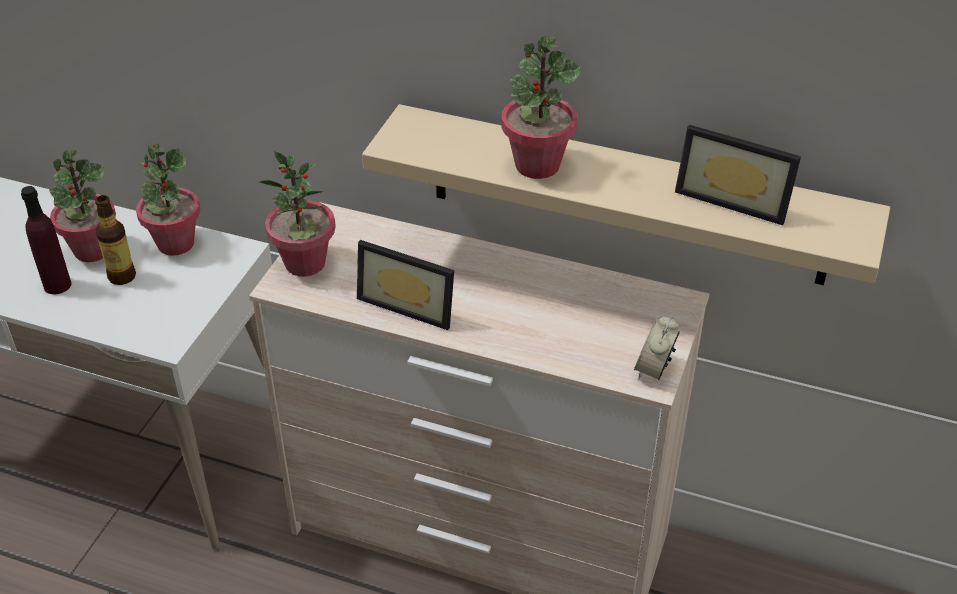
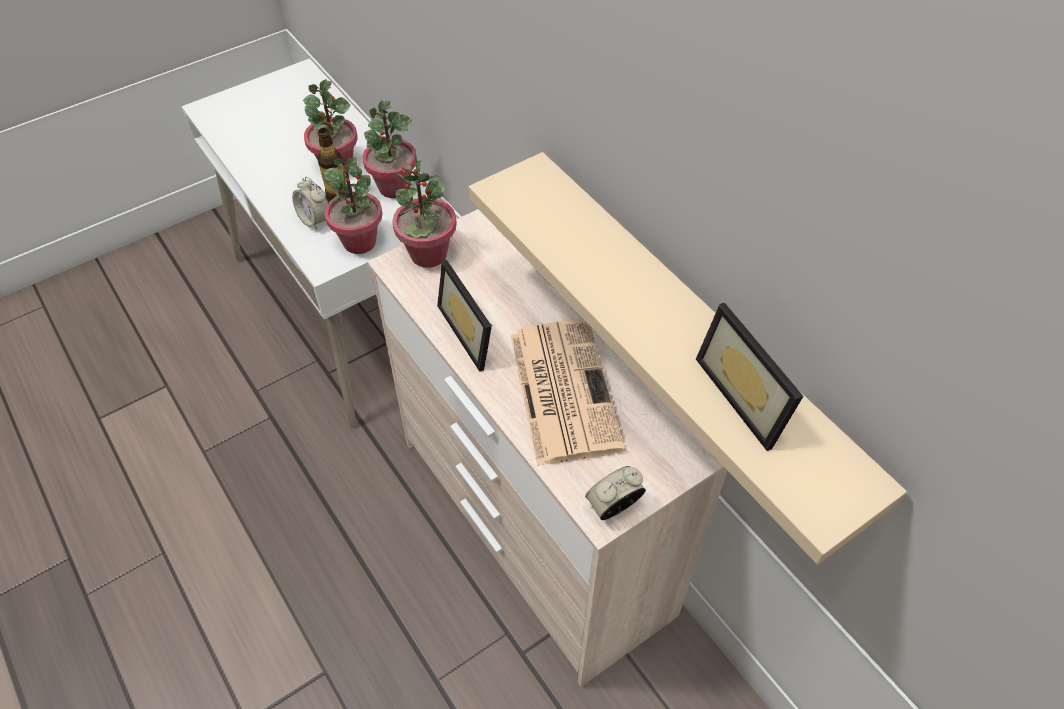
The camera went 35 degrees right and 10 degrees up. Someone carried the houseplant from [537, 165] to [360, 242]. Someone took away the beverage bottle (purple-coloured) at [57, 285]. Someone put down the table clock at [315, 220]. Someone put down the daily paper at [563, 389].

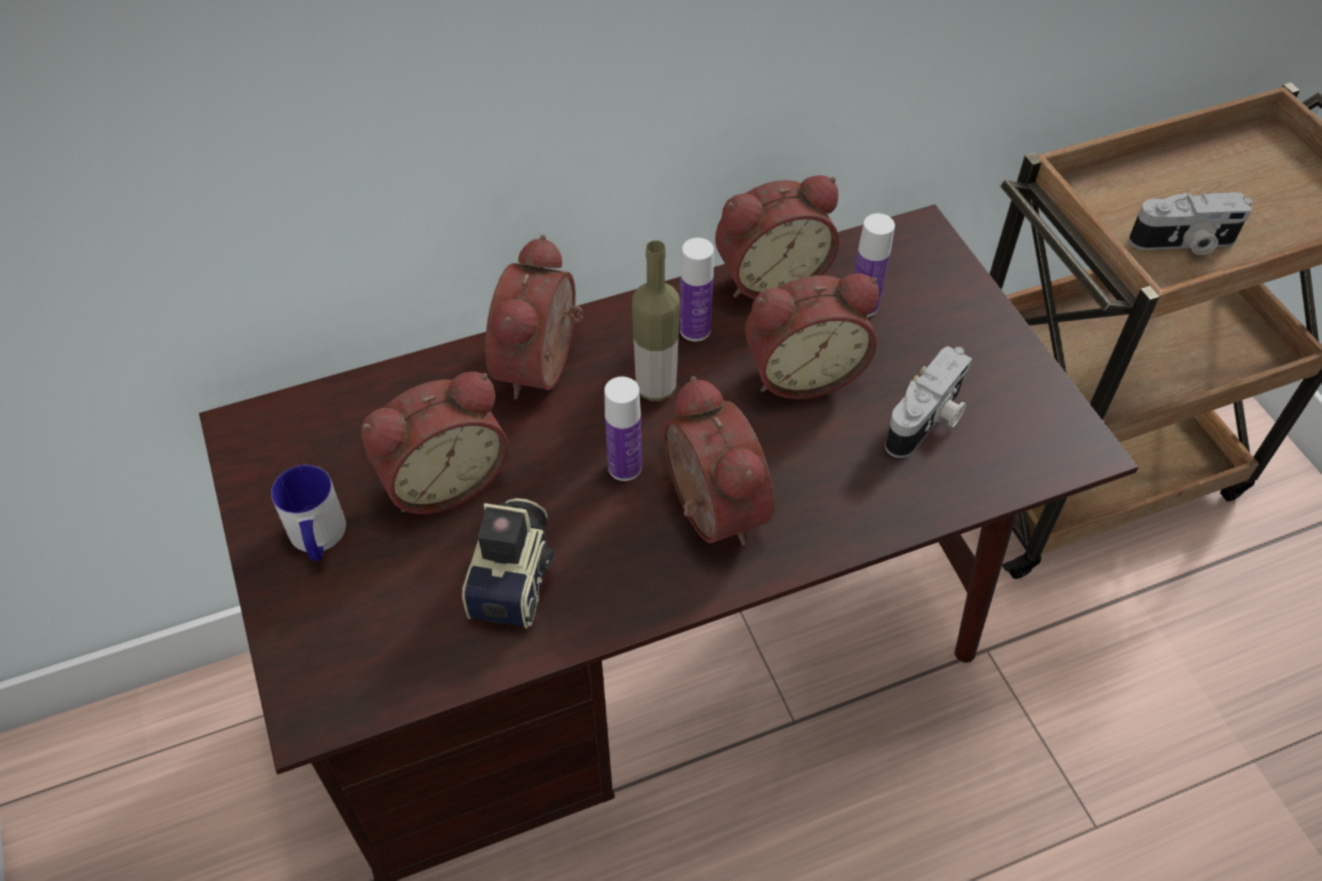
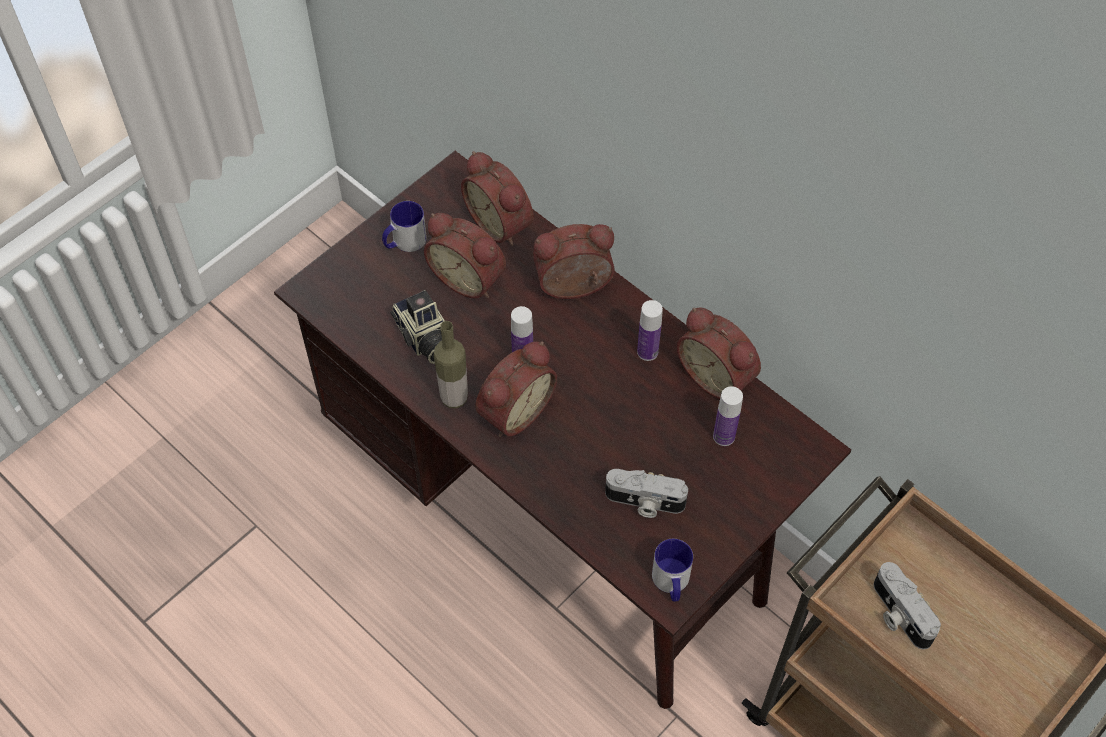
The camera went 65 degrees right and 5 degrees up. Someone carried the beverage bottle from [656, 388] to [454, 398]. Someone carried the table clock from [802, 371] to [502, 222]. Someone rotated the still camera at [516, 578] by 75 degrees clockwise. Someone put down the mug at [671, 583].

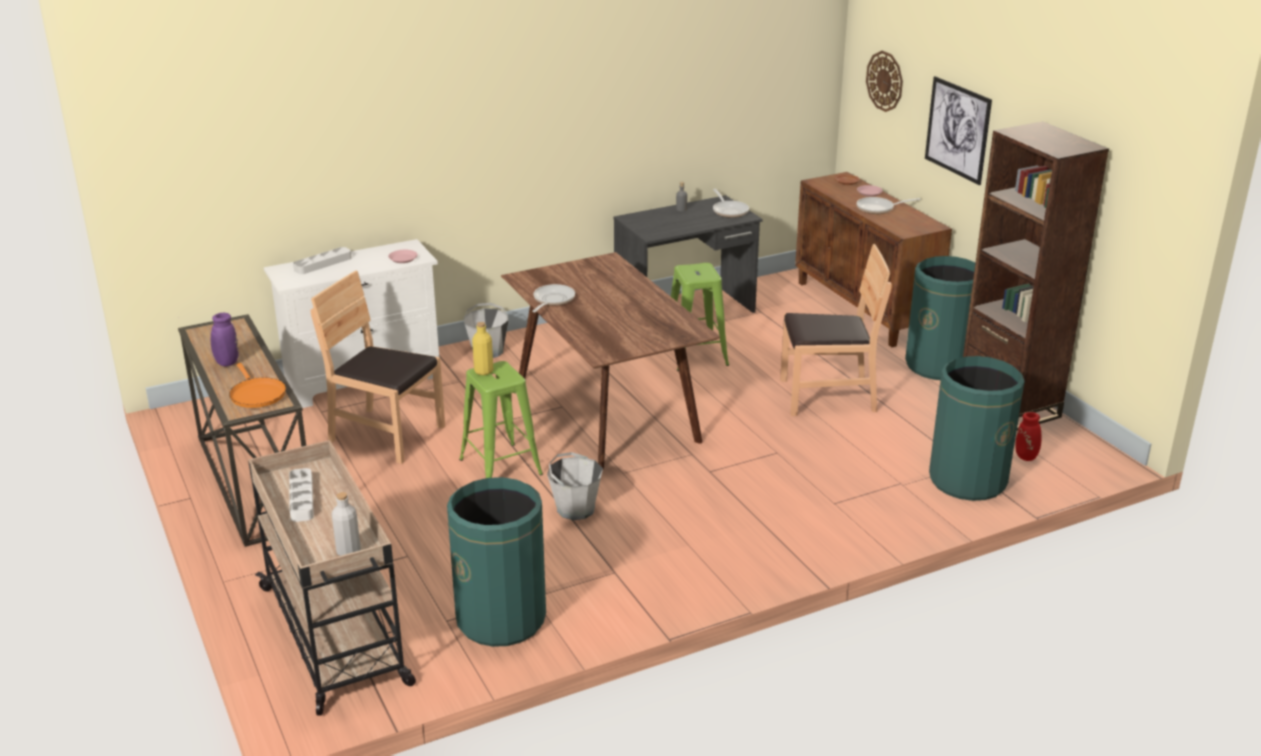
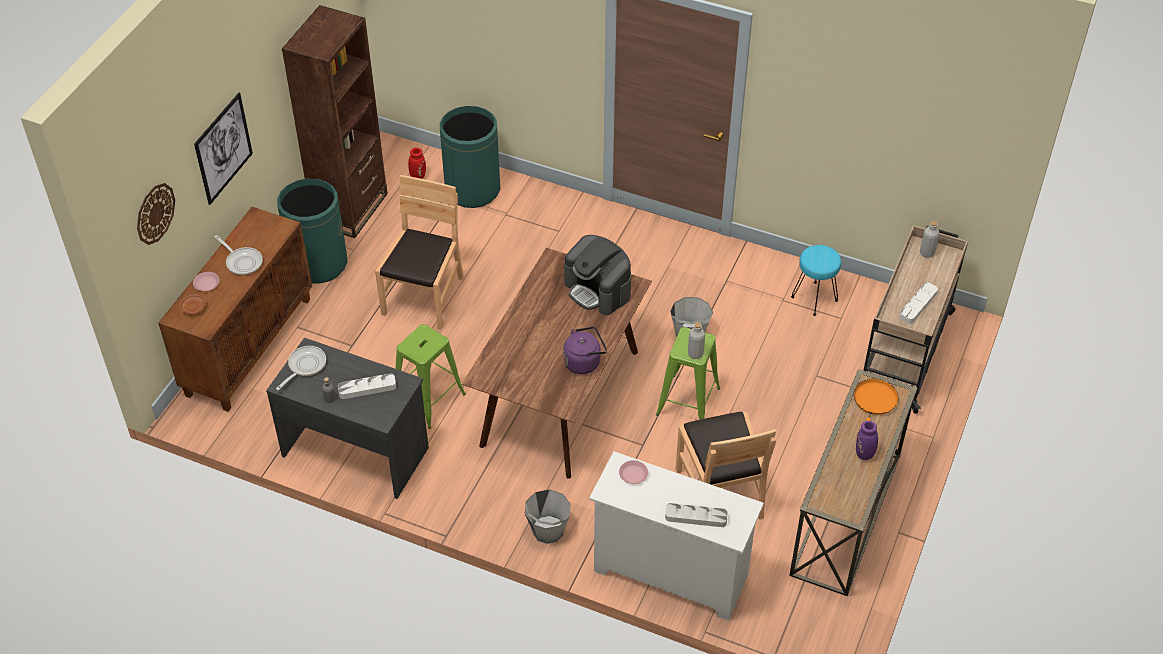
The camera went 130 degrees left and 20 degrees up. Someone rotated the plain chair (brown) at [827, 396] by 60 degrees clockwise. Someone swapped the pan at [552, 300] for the water kettle (purple-coloured) at [584, 362]. Someone repainted the beverage bottle (yellow) at [483, 371], which became the beverage bottle (greyish) at [695, 354]. Someone swapped the trash can (green) at [501, 619] for the sitting stool (blue-green) at [814, 298]. Someone put down the coffee maker at [598, 290]. Someone put down the carrying tray (white-coloured) at [367, 388].

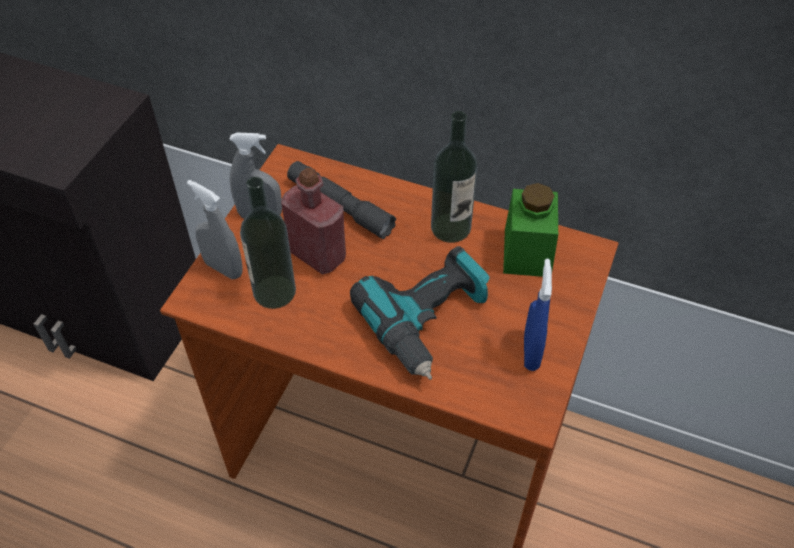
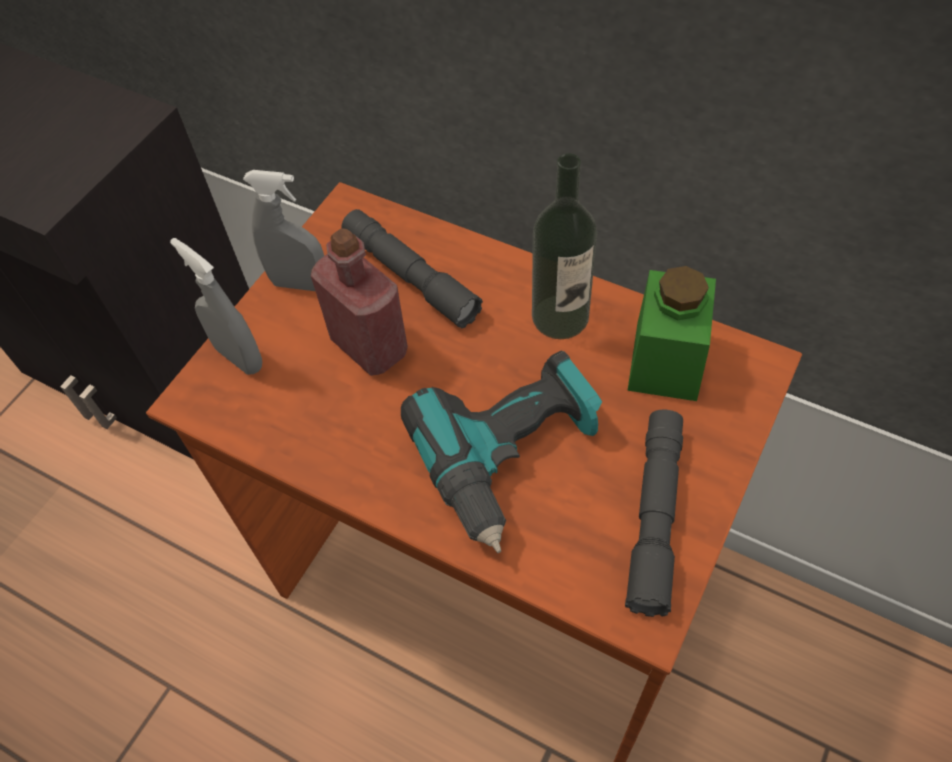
The camera went 10 degrees right and 5 degrees up. Someone took away the beverage bottle at [274, 292]. Someone swapped the hand sprayer (bluish) at [531, 352] for the hand torch (greyish) at [655, 516].

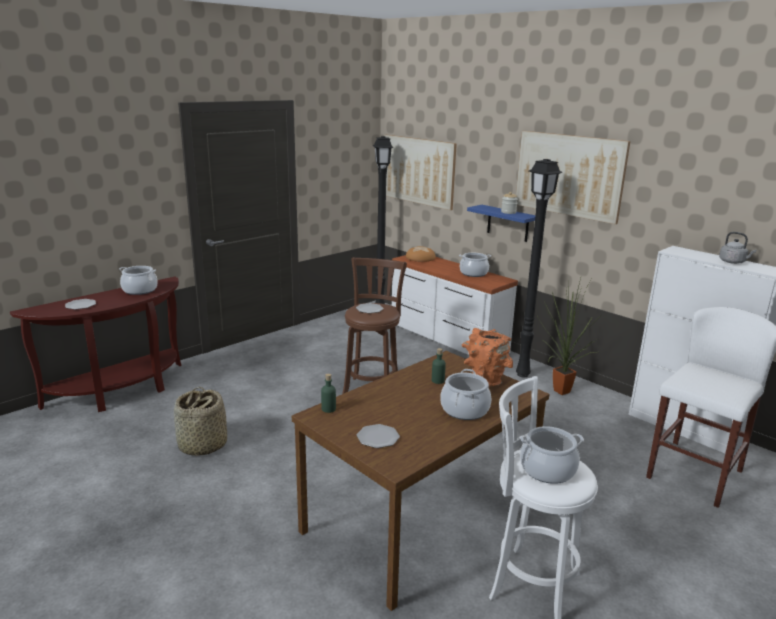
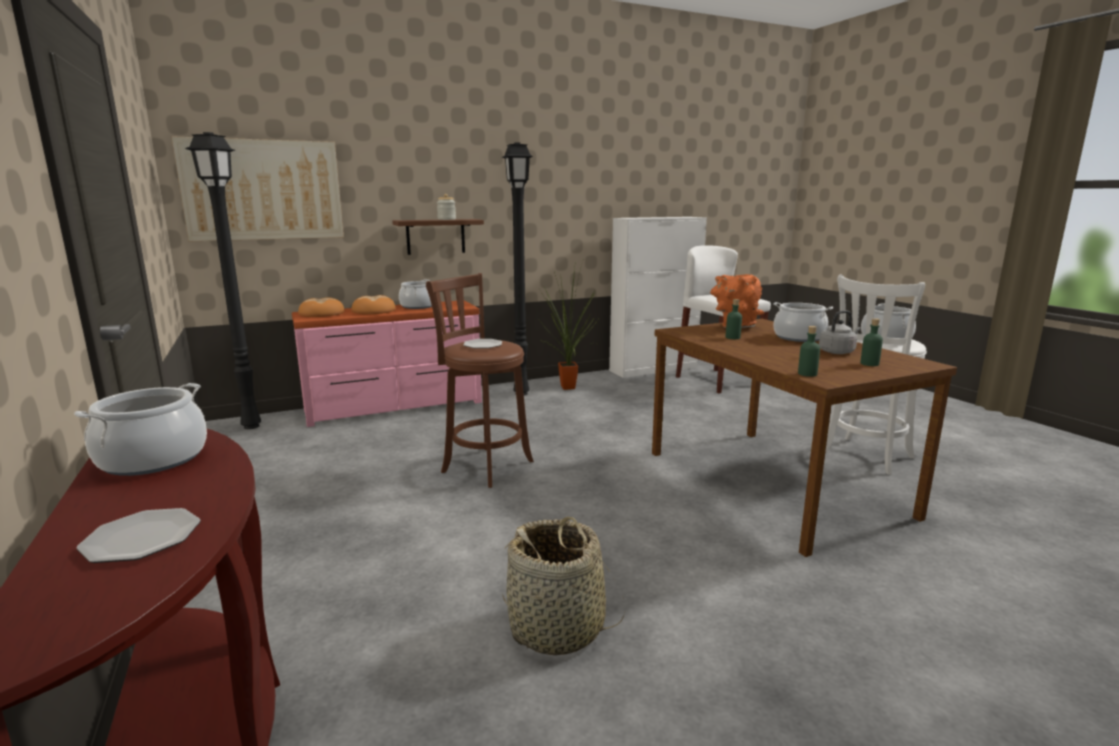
The camera went 70 degrees left and 5 degrees down. Someone took away the wall art at [569, 175]. Someone repainted the shelf (bluish) at [508, 223], which became the shelf (brown) at [435, 236]. Someone carried the water kettle (greyish) from [733, 262] to [838, 352]. Someone repainted the drawer chest (white-coloured) at [446, 338], which became the drawer chest (pink-coloured) at [395, 406]. Someone swapped the dinner plate at [377, 437] for the beverage bottle (green) at [869, 364]. Someone put down the bread at [373, 311].

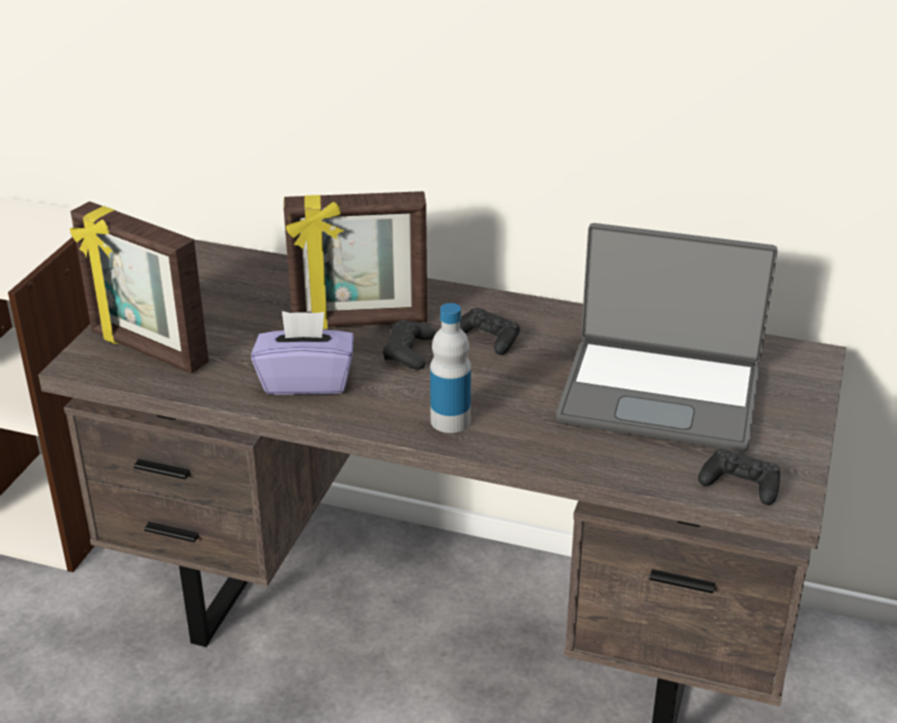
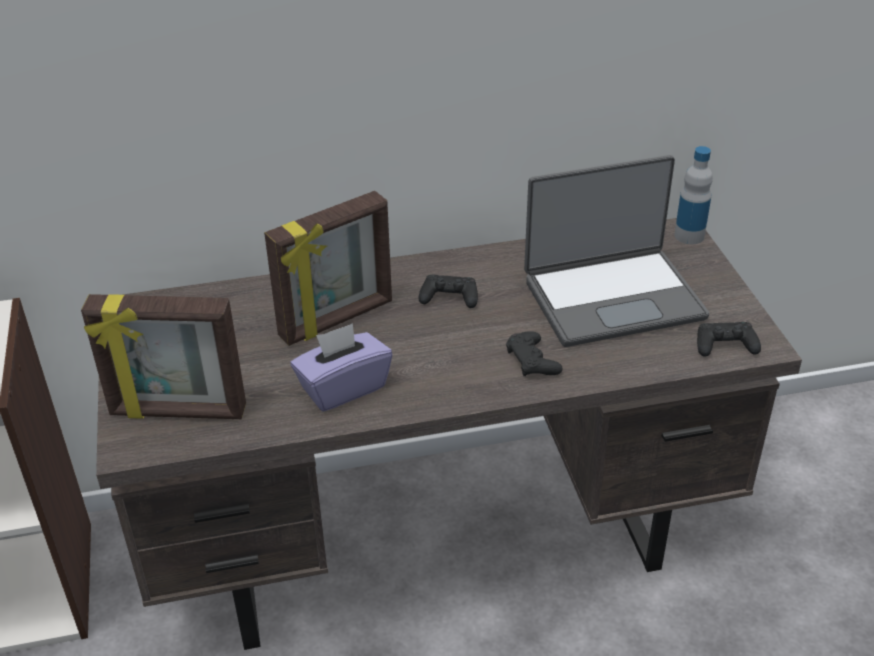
The camera went 30 degrees left and 5 degrees up. Someone carried the beverage bottle from [450, 420] to [689, 236]. Someone carried the gamepad (black-coloured) from [409, 352] to [532, 361].

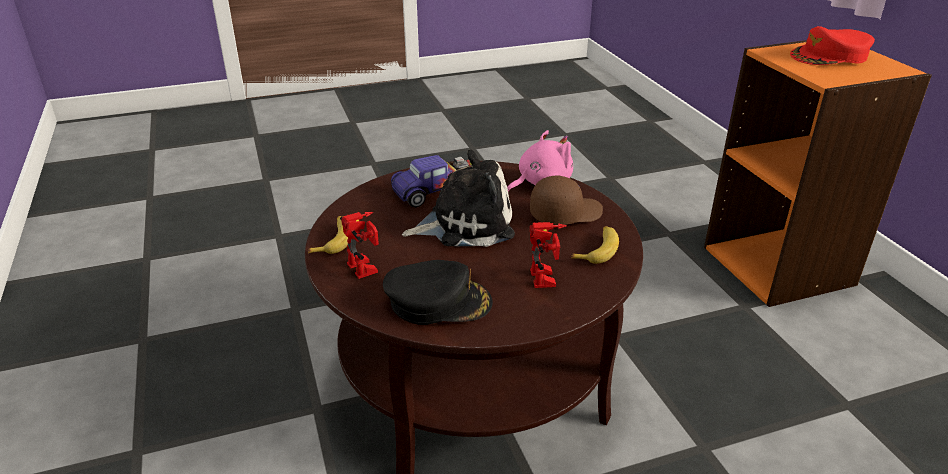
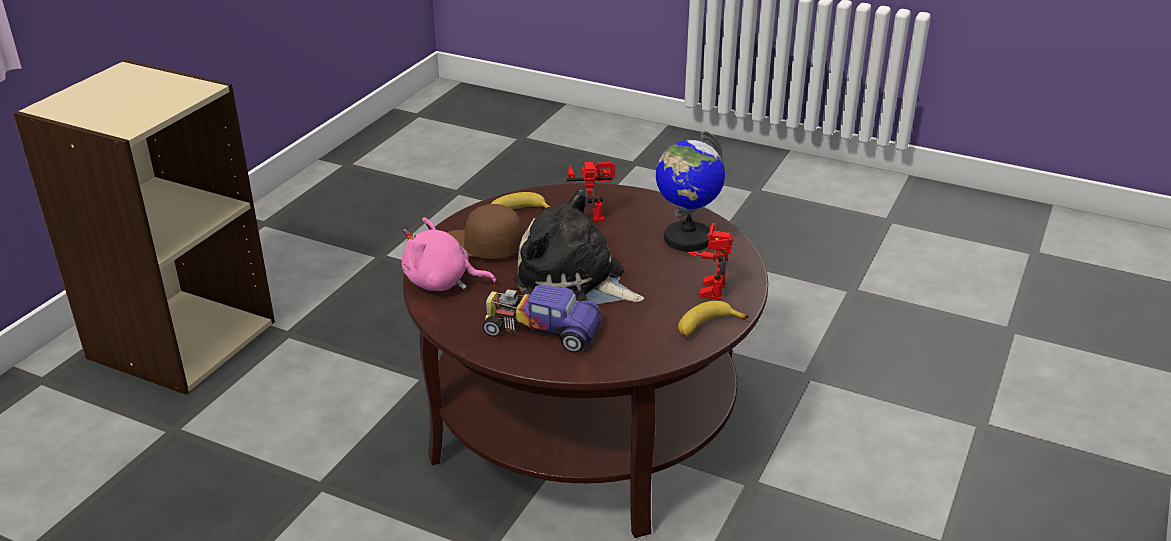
The camera went 135 degrees left and 0 degrees up. Someone took away the baseball cap (red) at [830, 56]. Someone repainted the bookcase (orangey) at [779, 265], which became the bookcase (beige-coloured) at [180, 339]. Someone rotated the toy robot at [547, 279] by 45 degrees clockwise. Someone swapped the baseball cap (black-coloured) at [438, 301] for the globe at [686, 239].

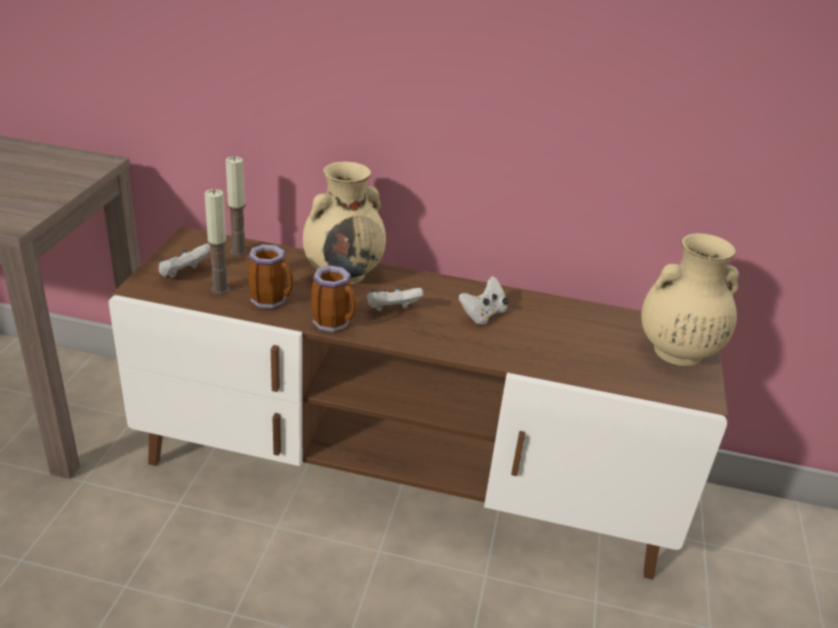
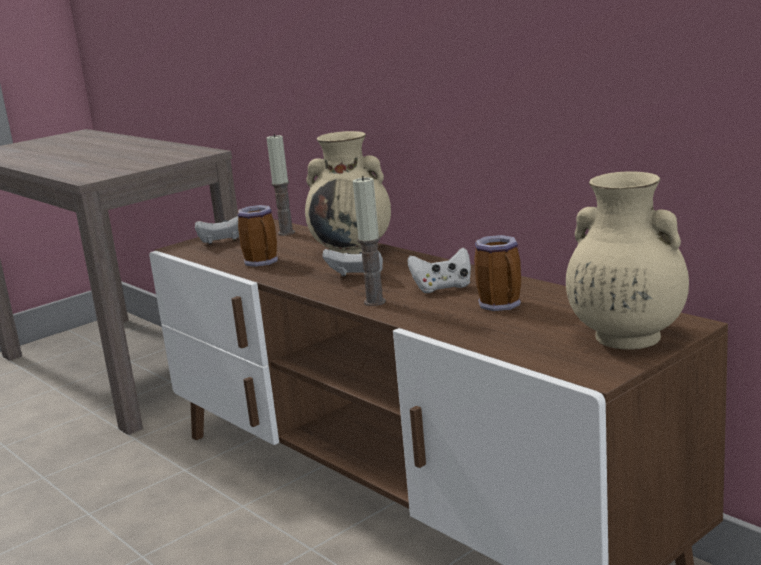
The camera went 40 degrees right and 15 degrees down. Someone carried the wax candle from [220, 289] to [374, 302]. Someone carried the mug from [335, 323] to [503, 305].

